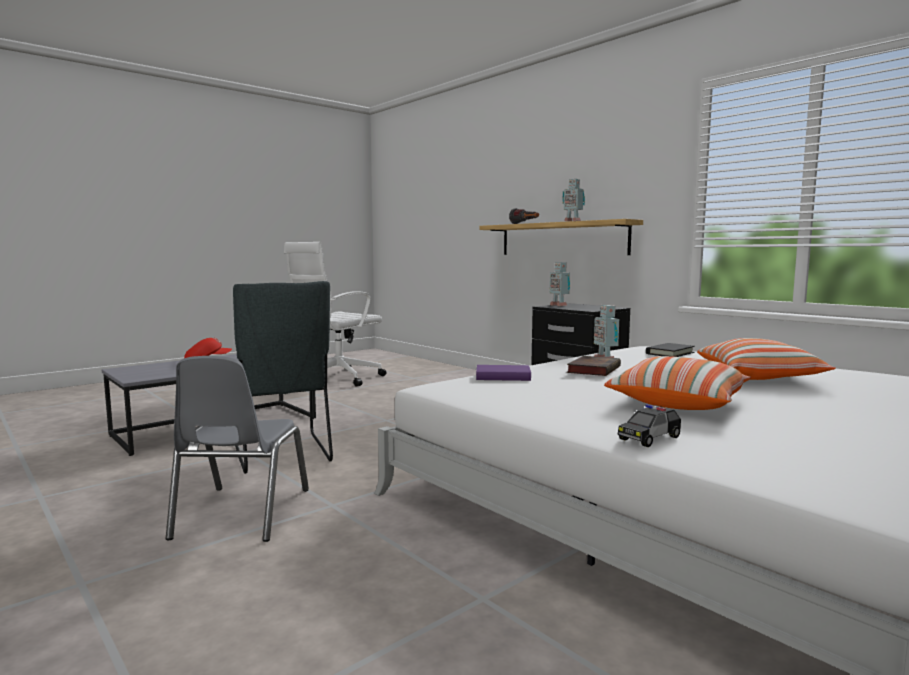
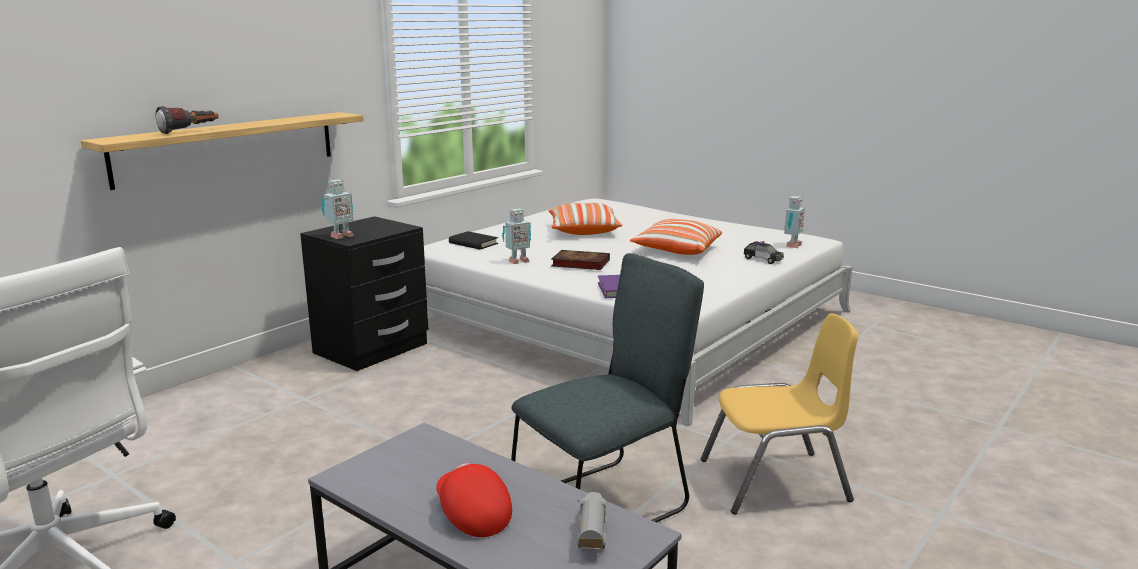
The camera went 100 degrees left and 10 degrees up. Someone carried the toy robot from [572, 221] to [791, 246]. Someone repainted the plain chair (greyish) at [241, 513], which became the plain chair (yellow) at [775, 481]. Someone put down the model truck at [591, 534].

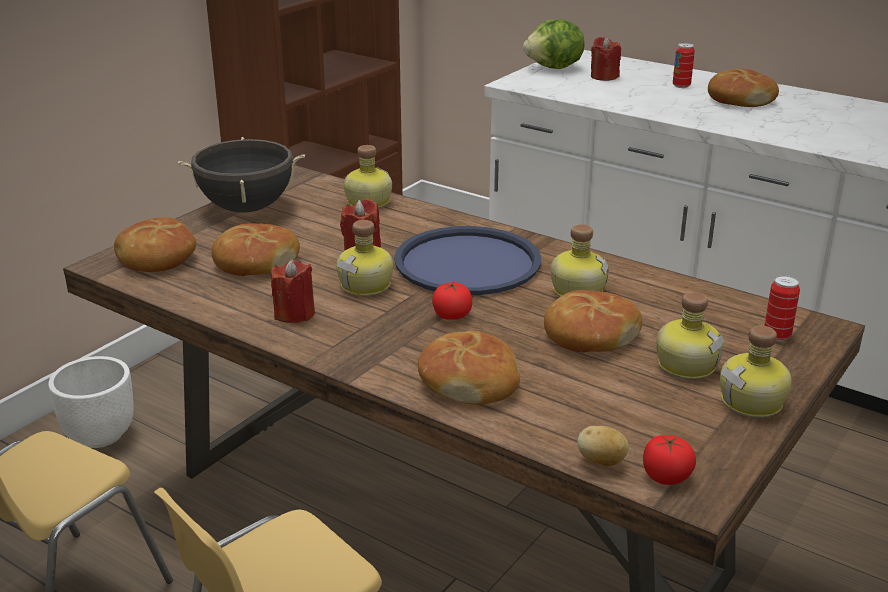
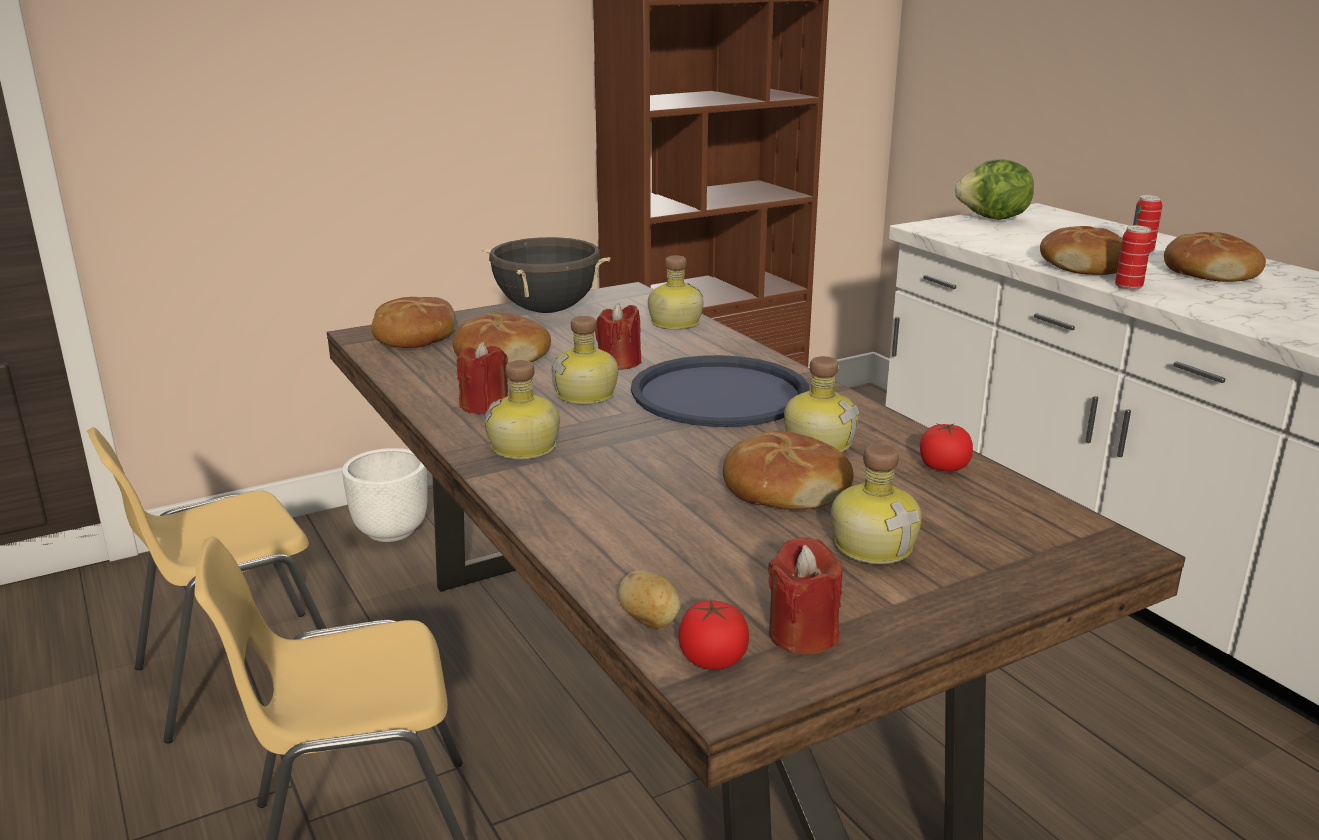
The camera went 25 degrees right and 5 degrees down. Someone carried the wax candle (red) from [604, 76] to [803, 634]. Someone carried the sealed can from [777, 335] to [1128, 287]. Someone carried the fresh tomato from [451, 316] to [943, 467]. Someone carried the beverage bottle from [754, 403] to [525, 448]. Someone carried the bread from [469, 381] to [1083, 266].

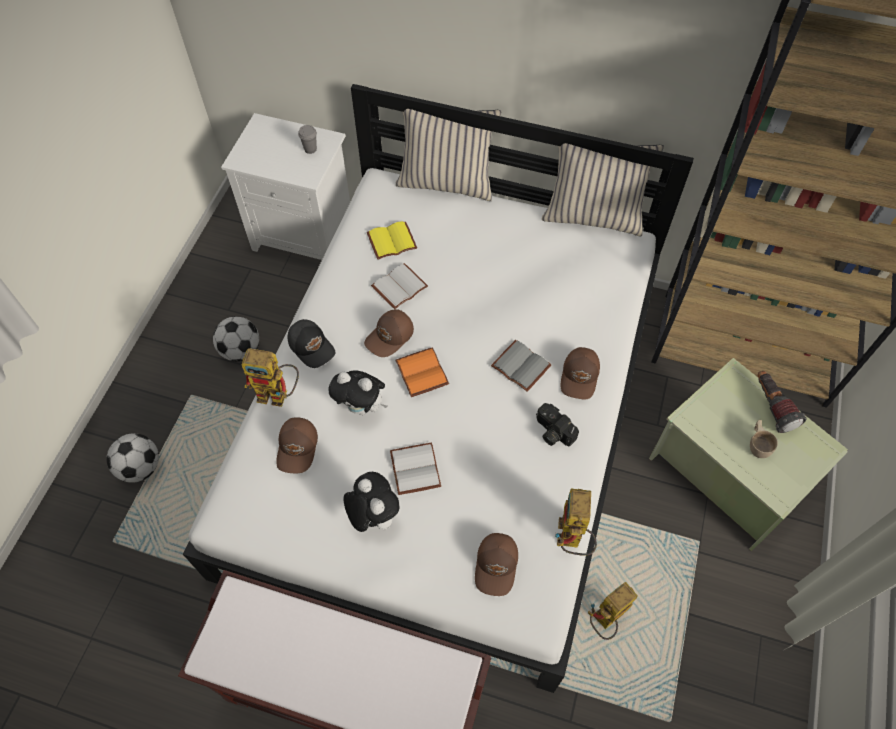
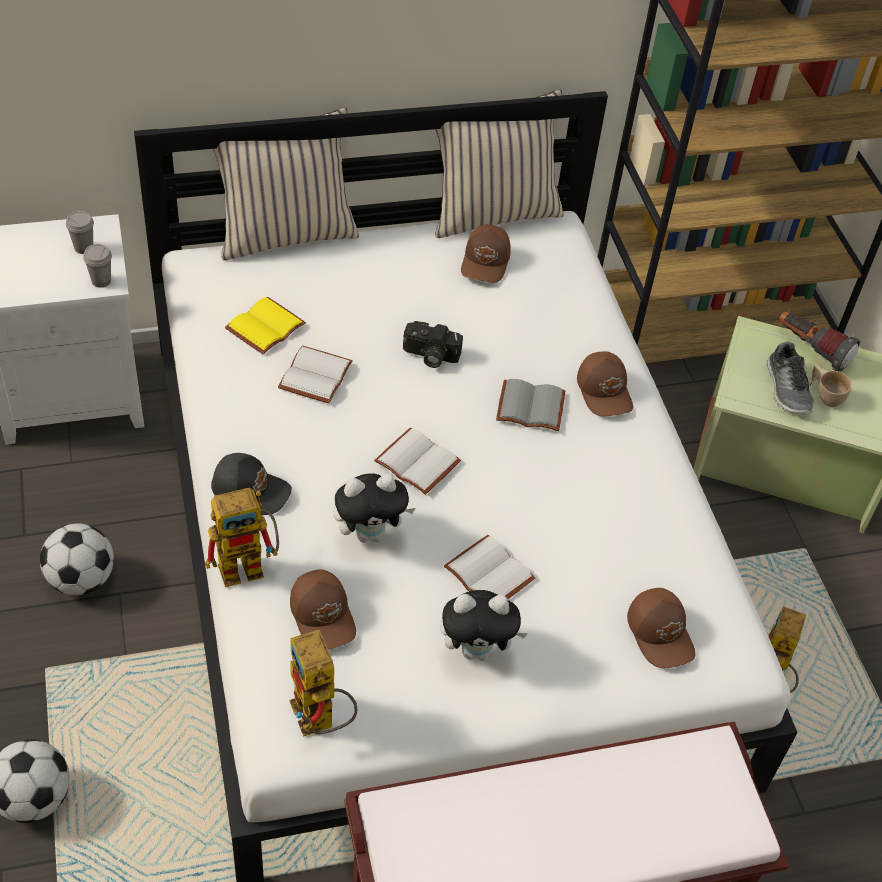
The camera went 35 degrees left and 10 degrees down. Someone carried the baseball cap (brown) from [390, 337] to [486, 262]. Someone repainted the bound book (orangey) at [423, 373], which became the bound book (white-coloured) at [419, 462]. Someone carried the still camera from [552, 432] to [429, 356]. Someone rotated the cuddly toy at [373, 516] by 150 degrees clockwise. Someone carried the toy robot from [571, 540] to [319, 721]. Someone put down the small cup (greyish) at [101, 281]. Someone put down the item of footwear at [787, 389].

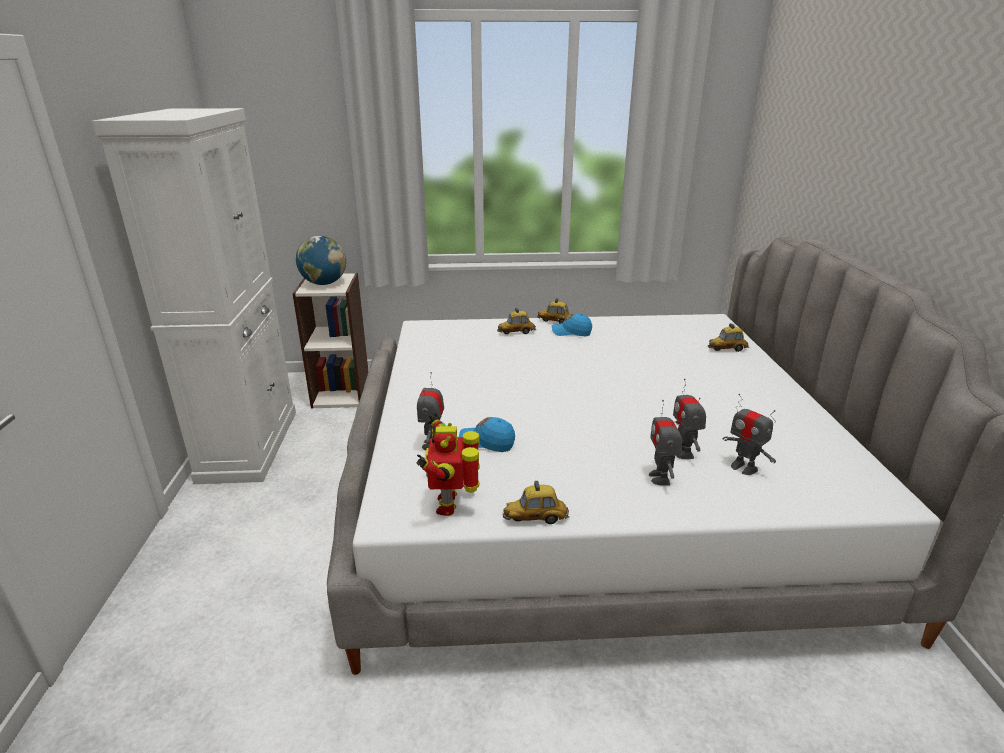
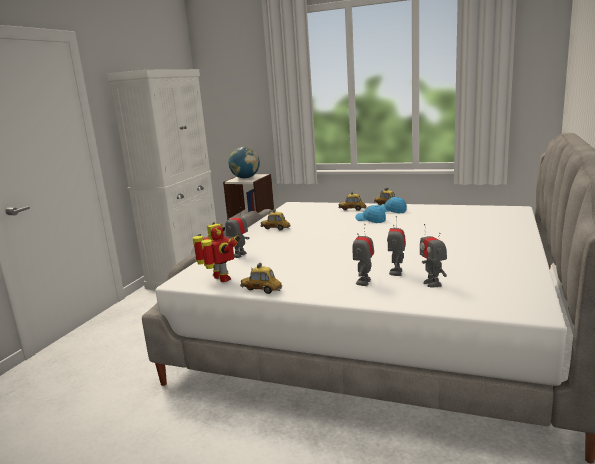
The camera went 25 degrees right and 10 degrees down. Someone carried the miniature car from [727, 349] to [275, 229]. Someone rotated the toy robot at [450, 504] by 120 degrees clockwise. Someone carried the baseball cap (bluish) from [487, 442] to [370, 220].

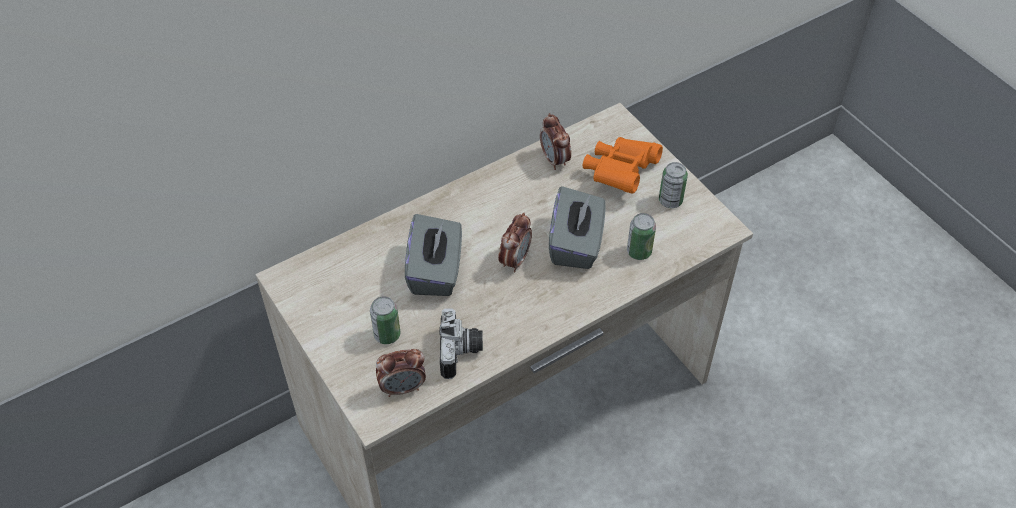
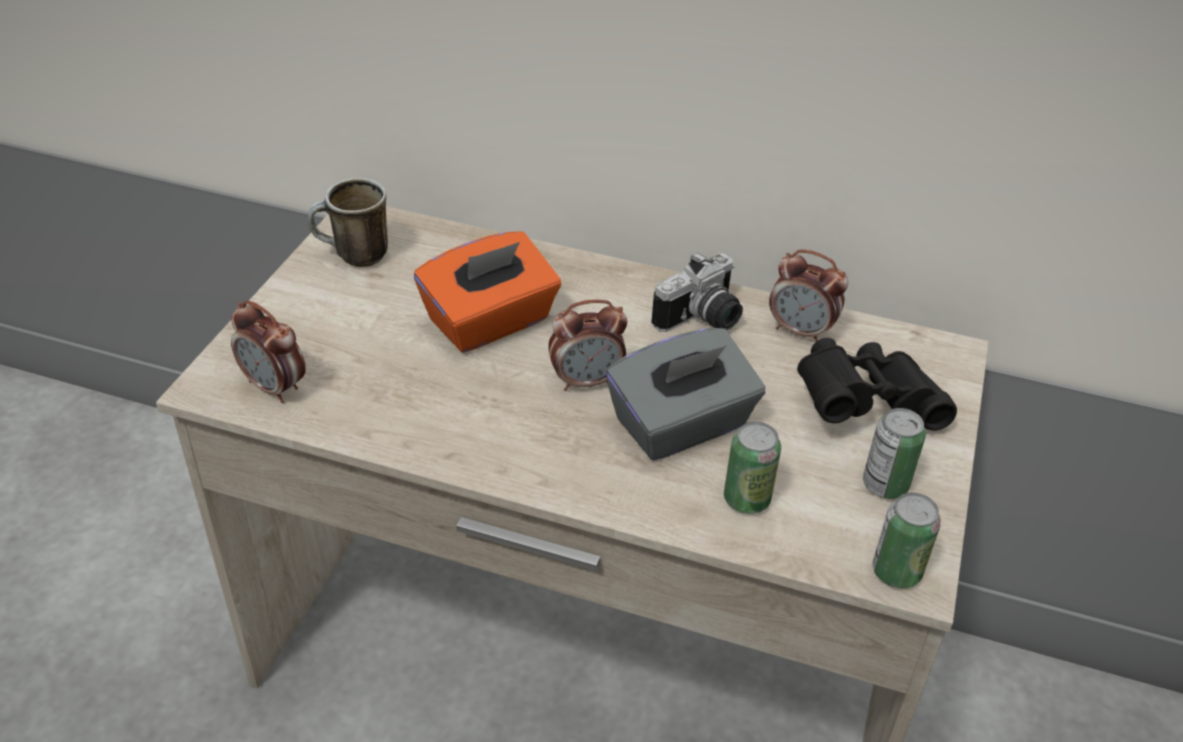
The camera went 50 degrees right and 10 degrees down. Someone rotated the table clock at [554, 160] by 90 degrees counterclockwise. Someone repainted the field glasses (orangey) at [620, 173], which became the field glasses (black-coloured) at [864, 405]. Someone repainted the tissue box (greyish) at [435, 271], which became the tissue box (orangey) at [490, 322]. Someone carried the sealed can from [387, 335] to [896, 572]. Someone carried the still camera from [461, 352] to [703, 320]. Someone put down the mug at [353, 257].

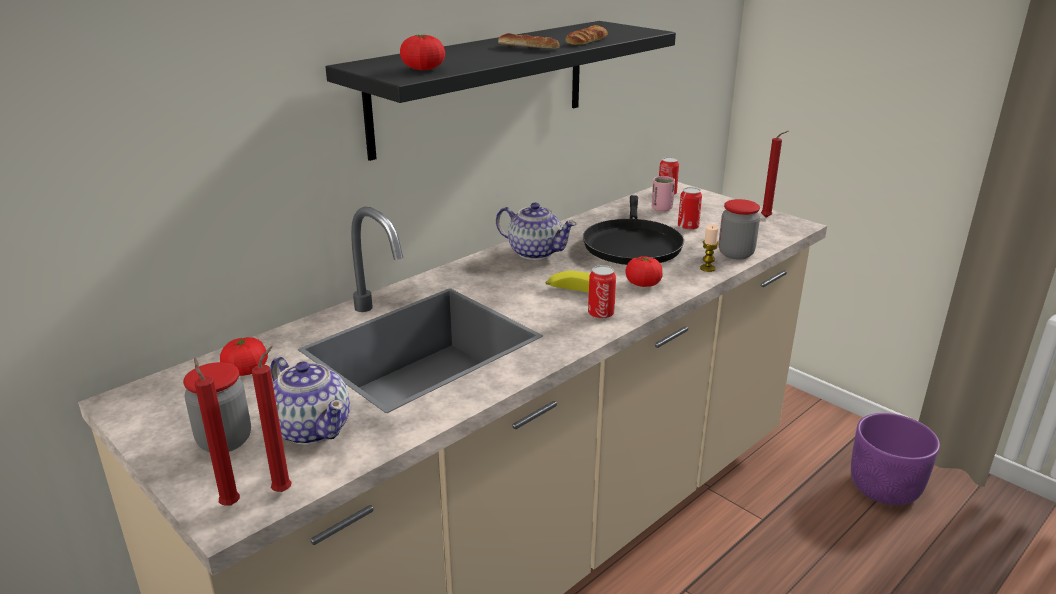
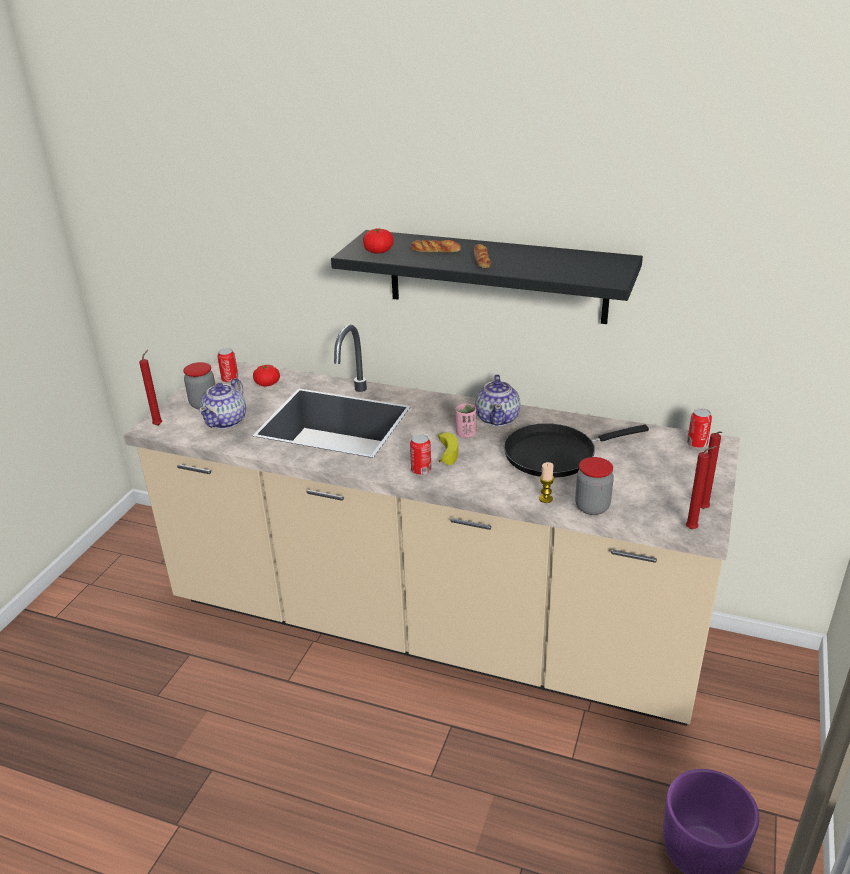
The camera went 65 degrees right and 5 degrees up. Someone carried the bread from [586, 41] to [435, 250]. Someone carried the small cup (pink-coloured) from [661, 208] to [466, 434]. Someone carried the sealed can from [688, 227] to [230, 379]. Someone took away the fresh tomato at [643, 284]. Someone carried the wax candle (red) from [285, 489] to [693, 529].

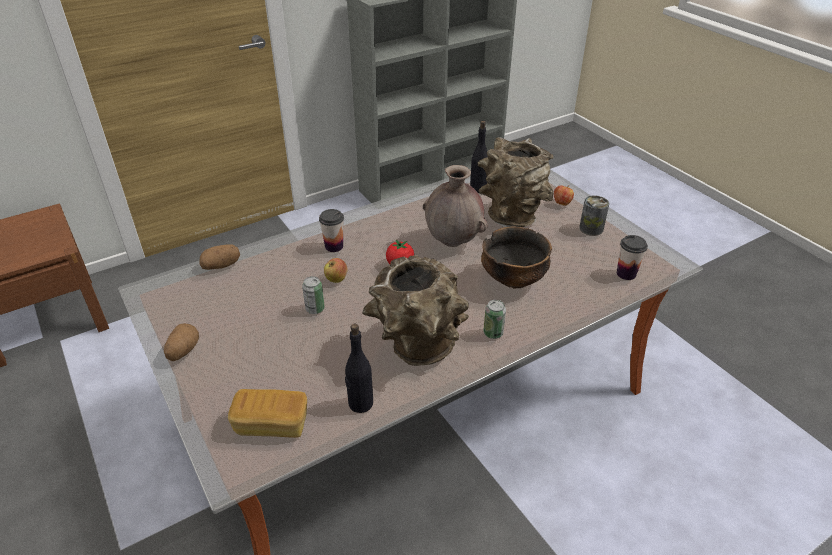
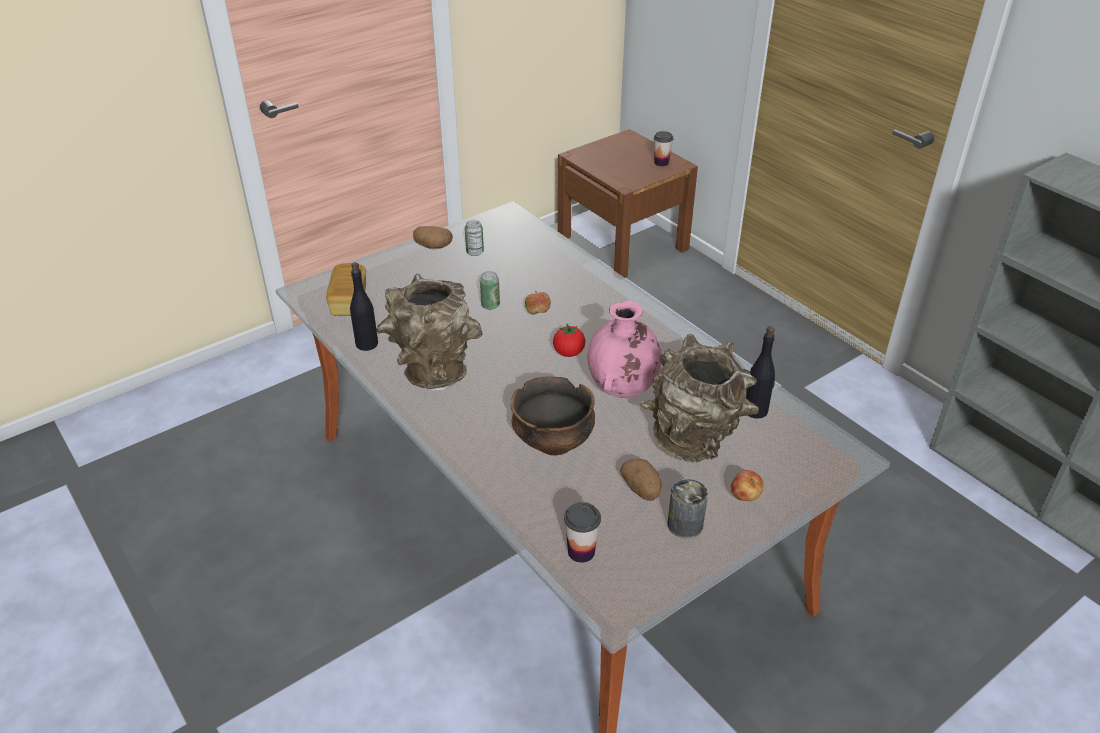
The camera went 85 degrees right and 0 degrees up. Someone repainted the vase (brown) at [453, 241], which became the vase (pink-coloured) at [622, 391]. Someone carried the small cup from [334, 246] to [661, 163]. Someone carried the potato from [221, 265] to [642, 489]. Someone carried the sealed can from [493, 333] to [475, 252].

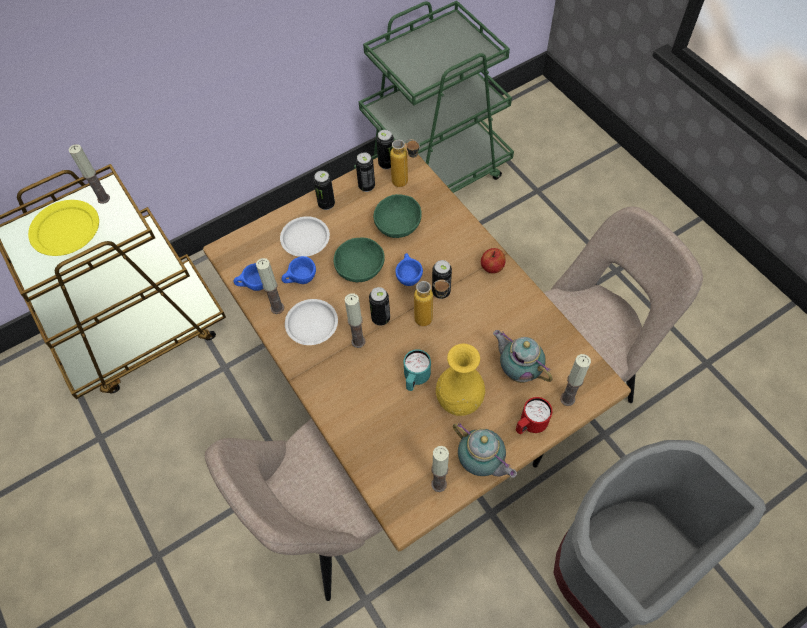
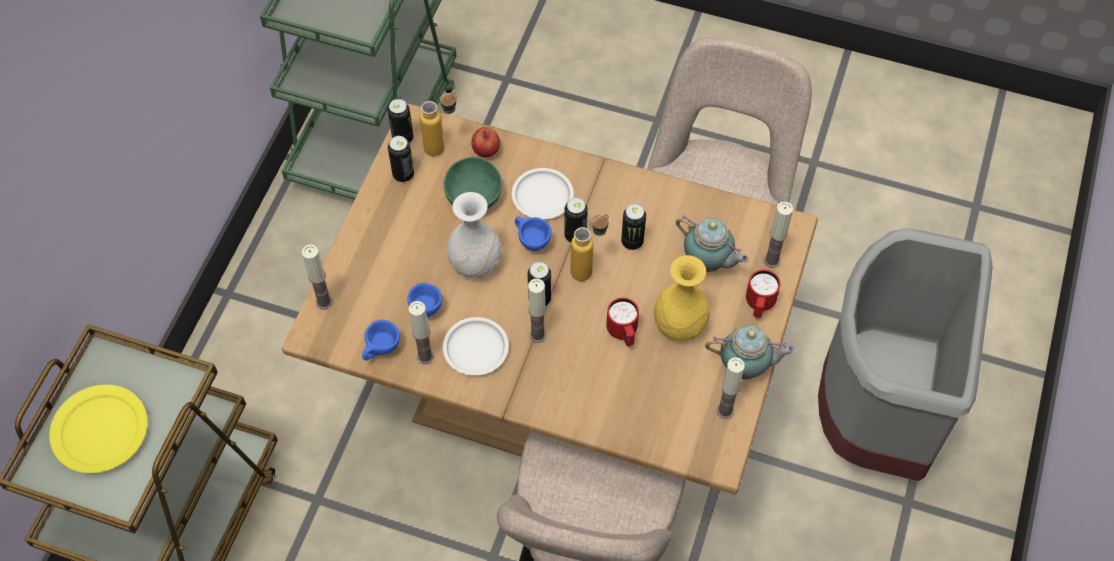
The camera went 40 degrees left and 0 degrees up. Someone carried the wax candle from [103, 198] to [324, 302]. Someone carried the sealed can from [326, 204] to [632, 242]. Someone carried the dinner plate (white-coloured) from [305, 239] to [543, 197]. Someone swapped the deep dish (green) at [360, 270] for the vase (white-coloured) at [476, 264]. Someone carried the apple from [492, 268] to [486, 151]. Someone rotated the tea pot at [518, 370] by 150 degrees counterclockwise. Someone repainted the mug (blue-green) at [415, 379], which became the mug (red) at [623, 333].

